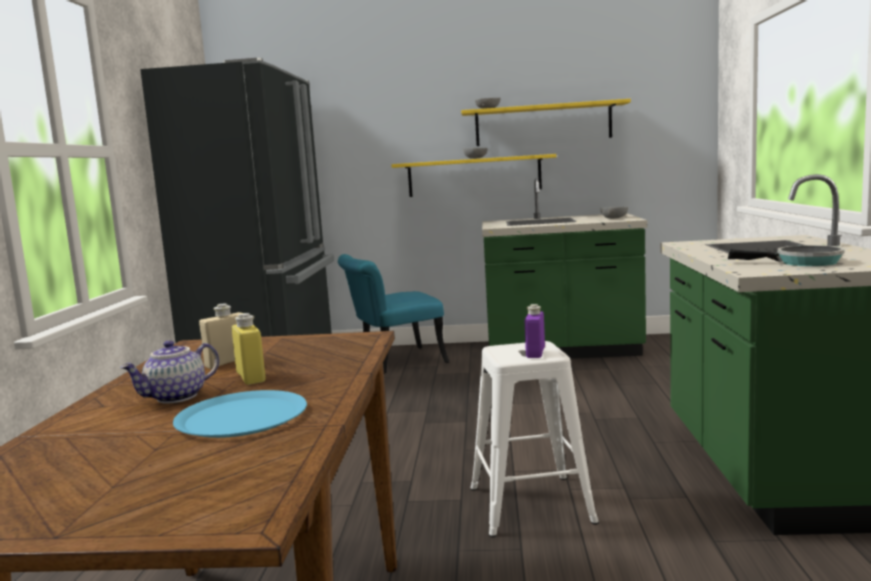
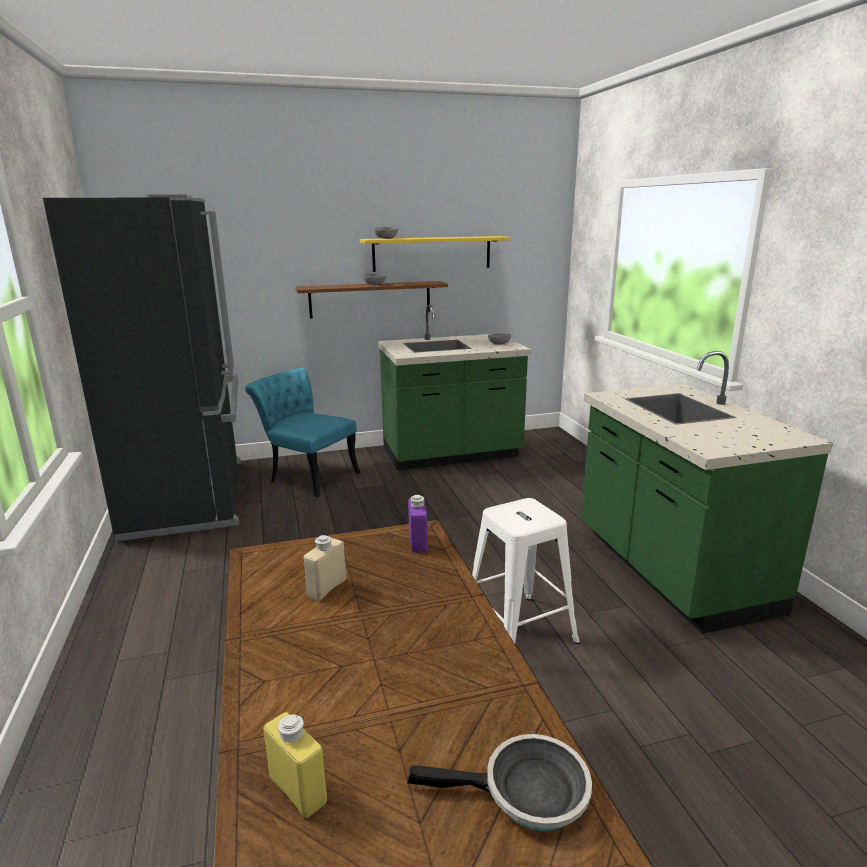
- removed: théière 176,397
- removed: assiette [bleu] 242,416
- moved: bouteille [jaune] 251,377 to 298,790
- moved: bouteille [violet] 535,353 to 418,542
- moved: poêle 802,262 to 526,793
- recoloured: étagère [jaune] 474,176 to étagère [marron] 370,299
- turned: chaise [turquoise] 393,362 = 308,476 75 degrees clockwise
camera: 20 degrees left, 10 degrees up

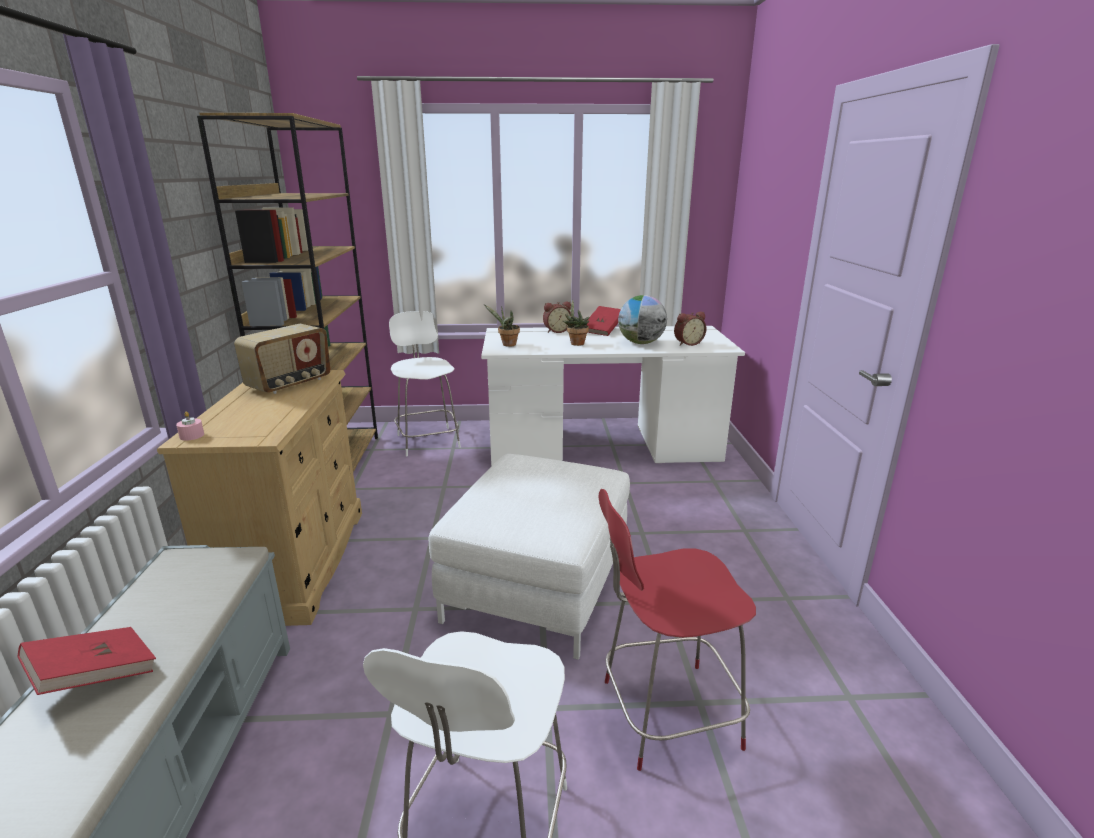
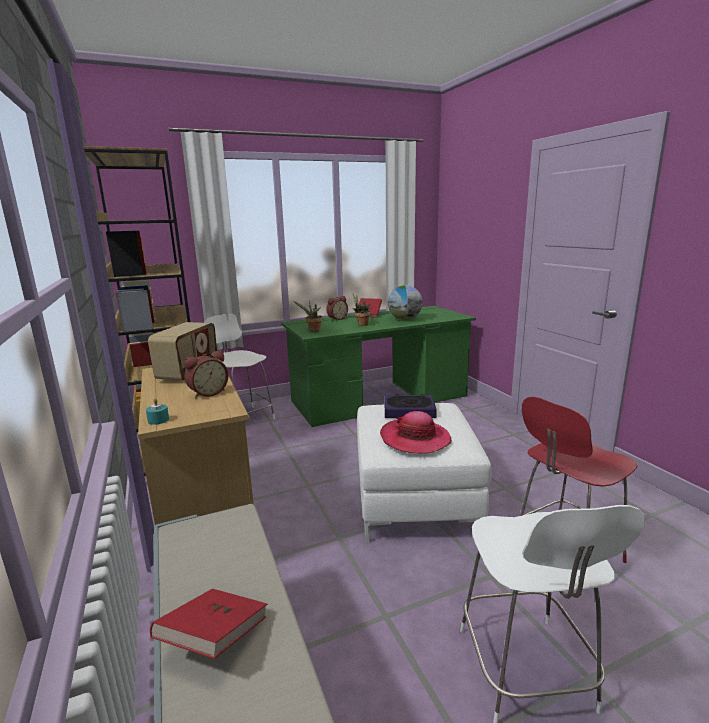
- added: chapeau 415,438
- added: livre 409,410
- moved: réveil 687,343 to 207,393
- recoloured: bougie [rose] 192,436 to bougie [turquoise] 158,420
- recoloured: bureau [blanc] 602,445 to bureau [vert] 379,399
camera: 20 degrees left, 5 degrees down

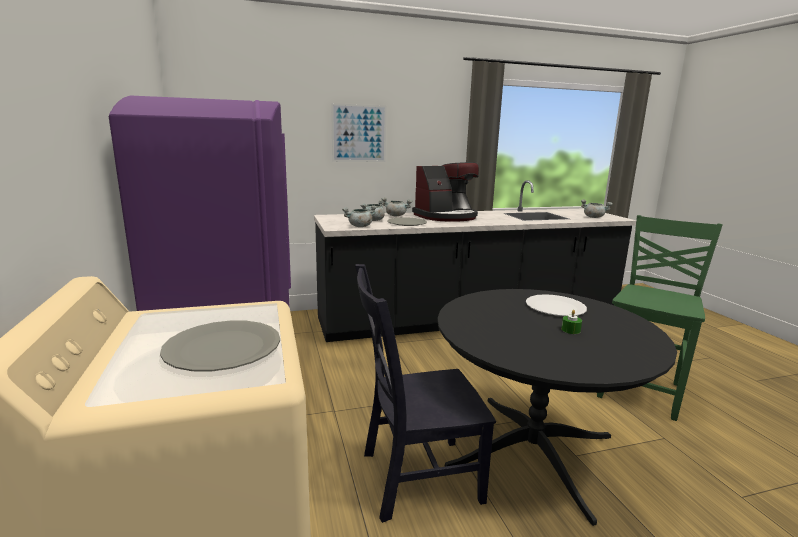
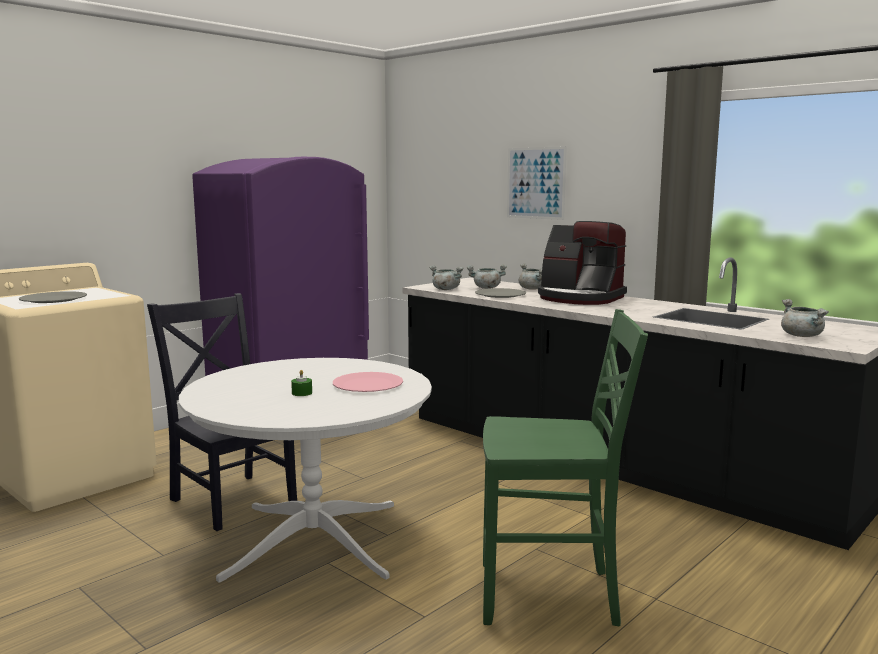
- recoloured: table à manger [noir] 532,452 to table à manger [blanc] 313,540
- recoloured: assiette [blanc] 555,307 to assiette [rose] 368,384
camera: 60 degrees right, 5 degrees down

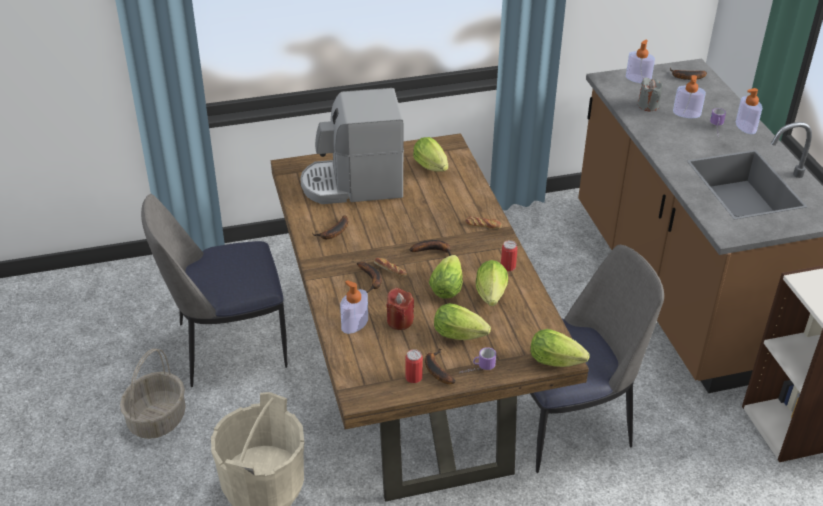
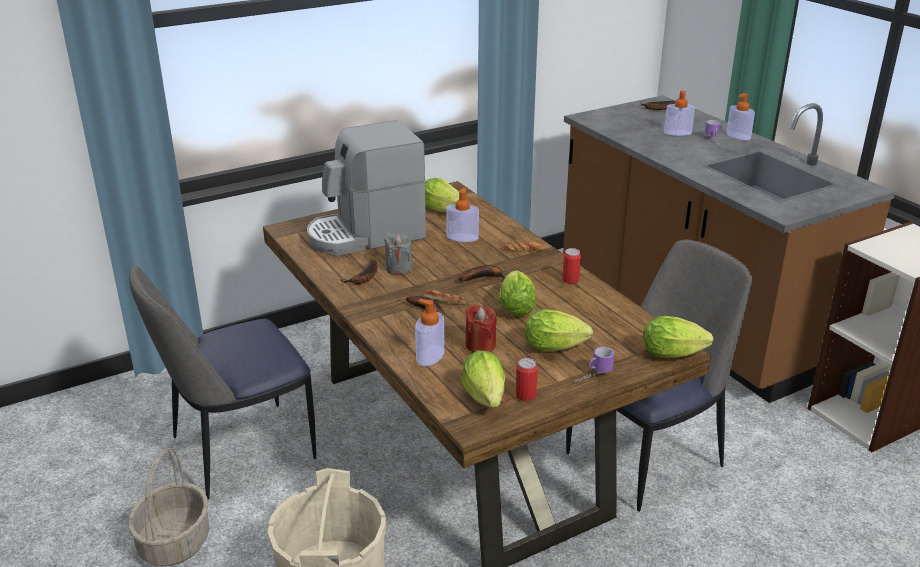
- removed: banane 436,370
- moved: laitue 491,297 to 486,399
- moved: distributeur de savon 638,79 to 462,237
- moved: bougie [gris] 648,106 to 398,268
camera: 15 degrees left, 10 degrees down

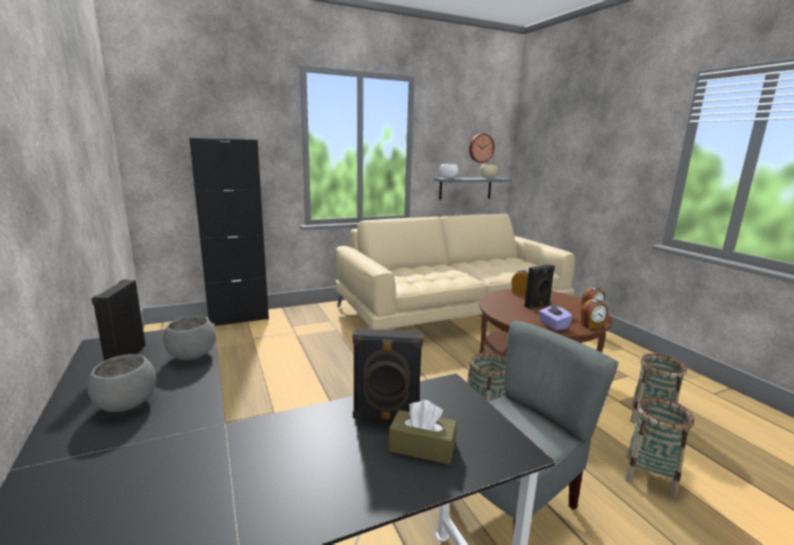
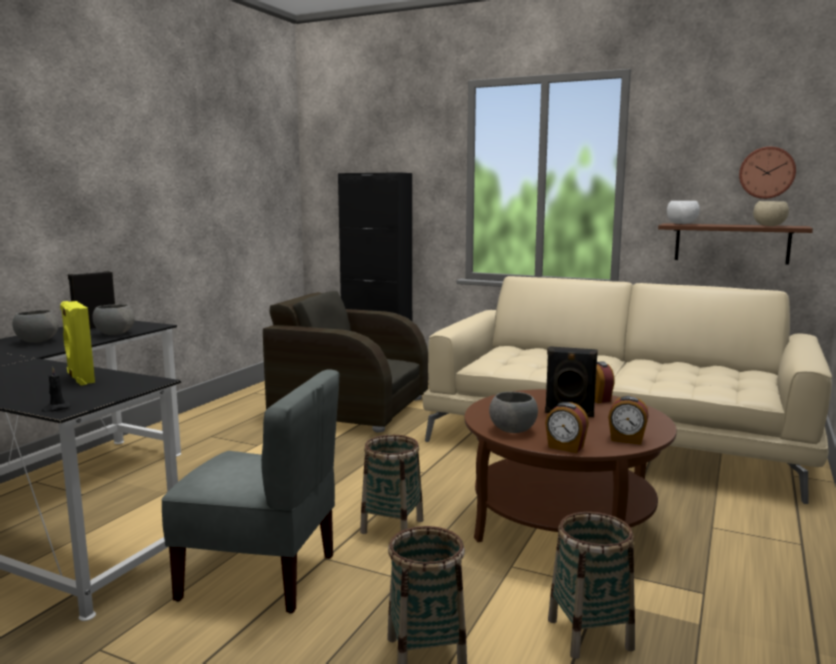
- removed: boîte à mouchoirs [marron] 422,447
- added: bougie [noir] 56,409
- added: fauteuil [marron] 350,408
- replaced: boîte à mouchoirs [violet] 553,325 to bol [gris] 513,431
- recoloured: enceinte [noir] 386,417 to enceinte [jaune] 79,378
- recoloured: étagère [gris] 465,188 to étagère [marron] 731,243
camera: 50 degrees right, 5 degrees down

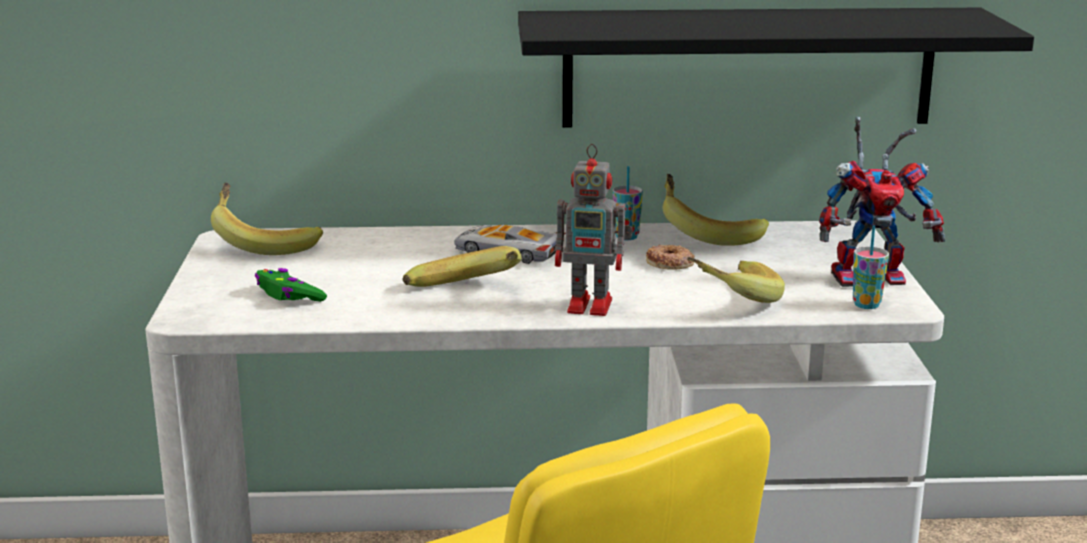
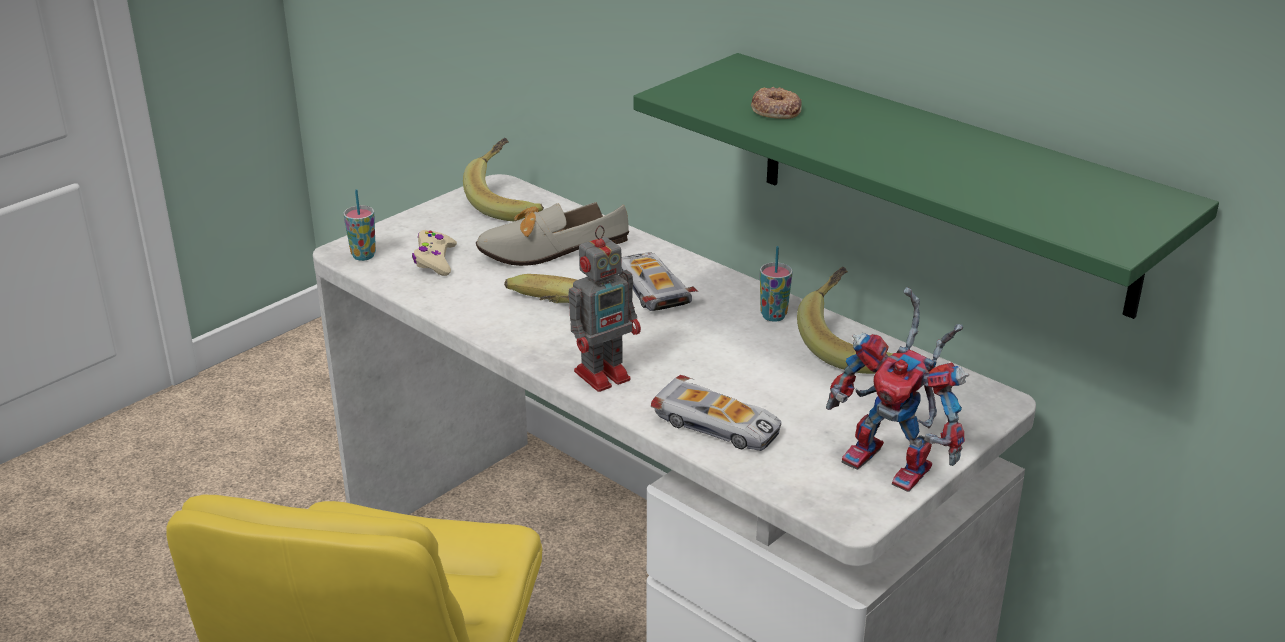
- added: chaussure 542,250
- moved: beignet 669,263 to 775,110
- moved: tasse 866,305 to 363,256
- replaced: banane 729,300 to petite voiture 717,425
- recoloured: manette [vert] 289,296 to manette [beige] 435,260
- recoloured: étagère [noir] 748,67 to étagère [vert] 944,182
- turned: robot jouet 592,306 = 604,374 90 degrees counterclockwise
camera: 45 degrees right, 10 degrees up

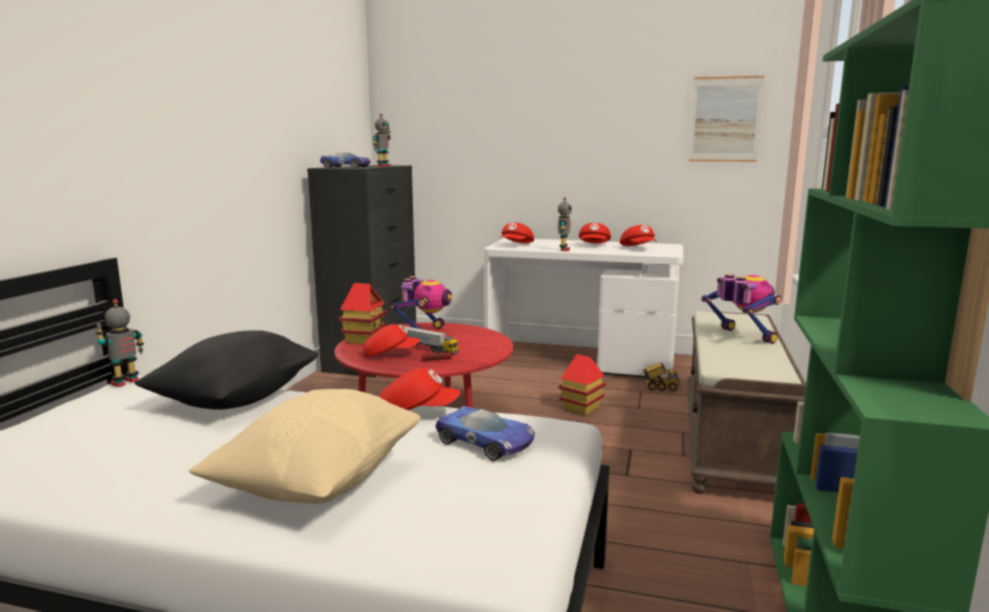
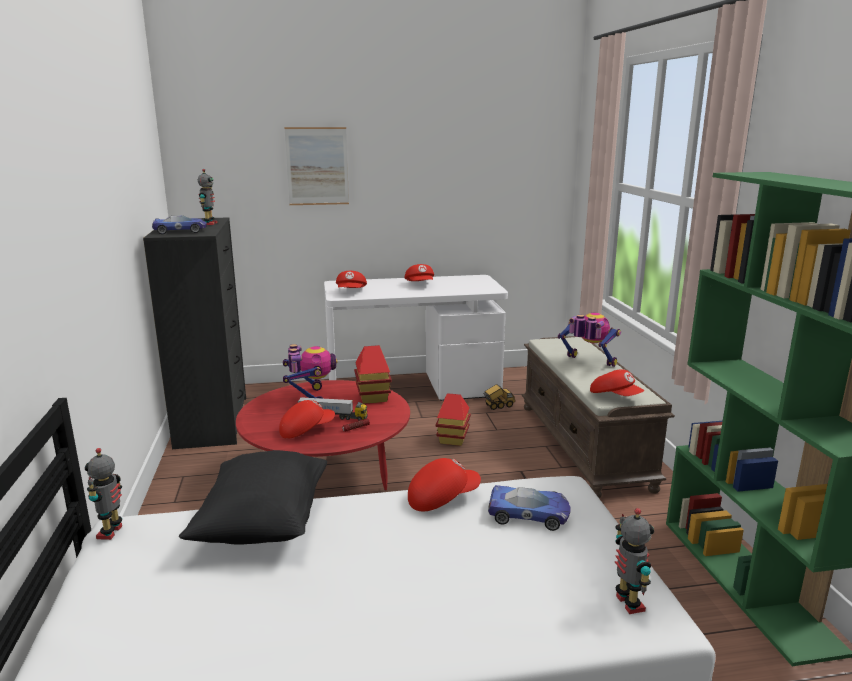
- removed: coussin [beige] 318,483
- moved: maison miniature 364,339 to 373,397
- moved: robot jouet 563,250 to 627,604
- moved: casquette [rouge] 638,248 to 615,396
- moved: tableau 725,119 to 317,166
camera: 25 degrees left, 5 degrees up

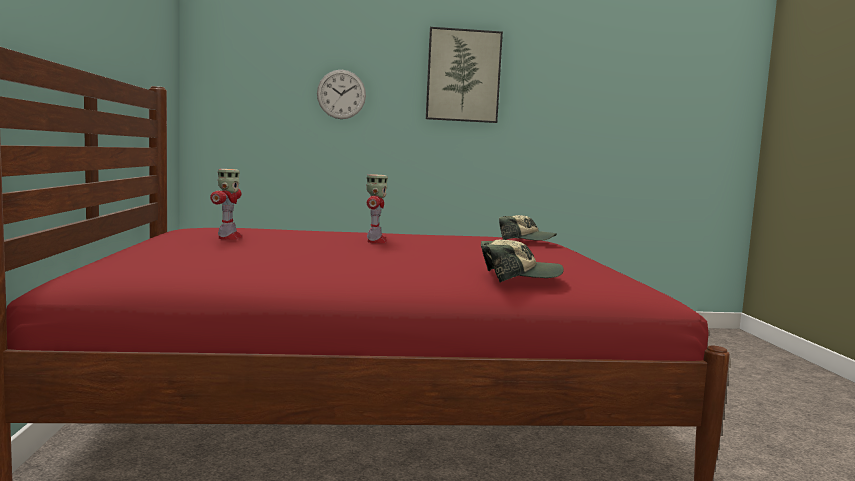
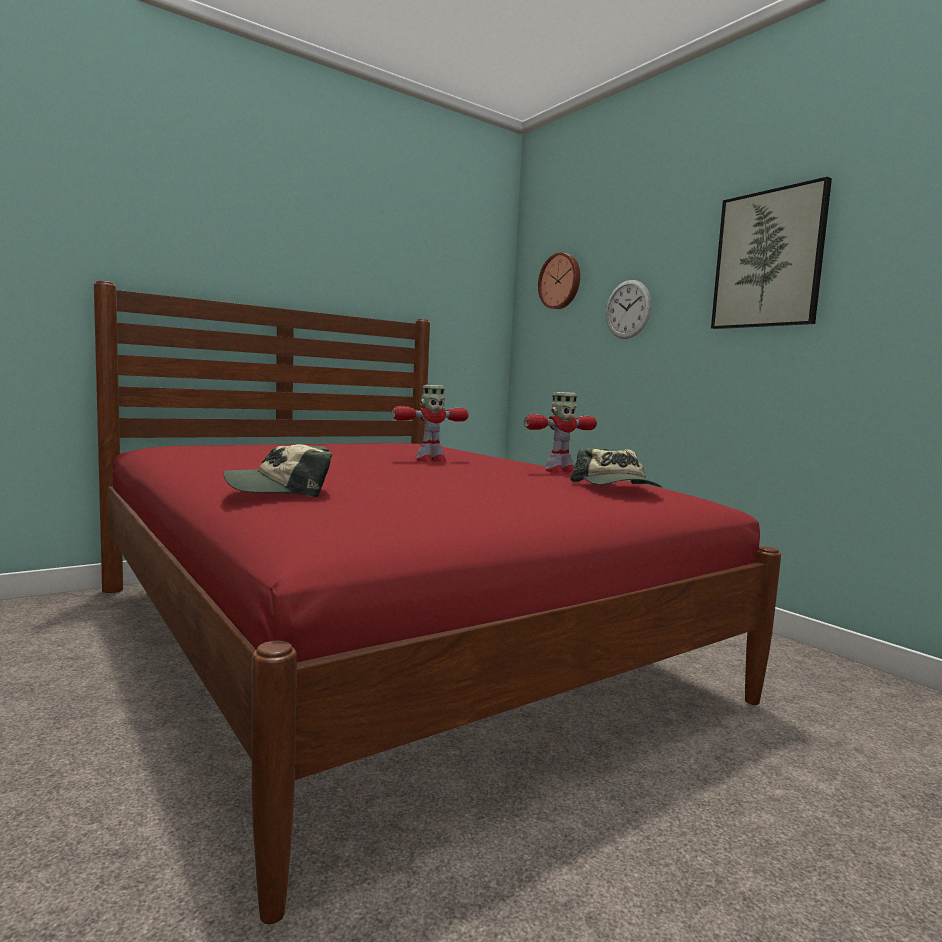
- added: horloge murale 560,281
- moved: robot jouet 228,238 to 560,471
- turned: casquette 518,277 = 280,490 105 degrees clockwise
camera: 60 degrees right, 0 degrees up

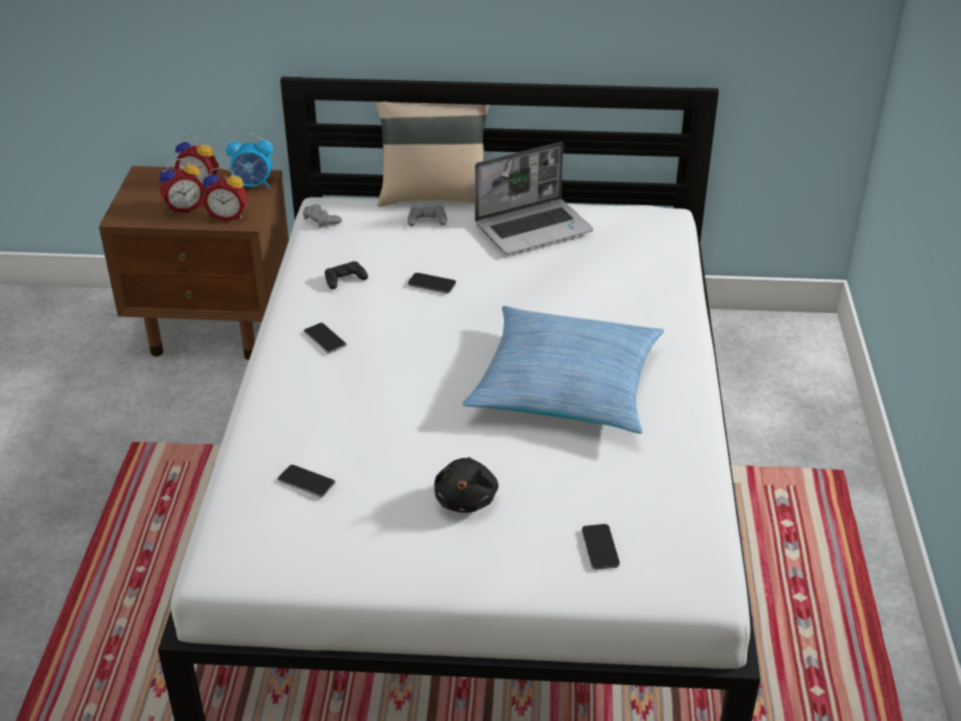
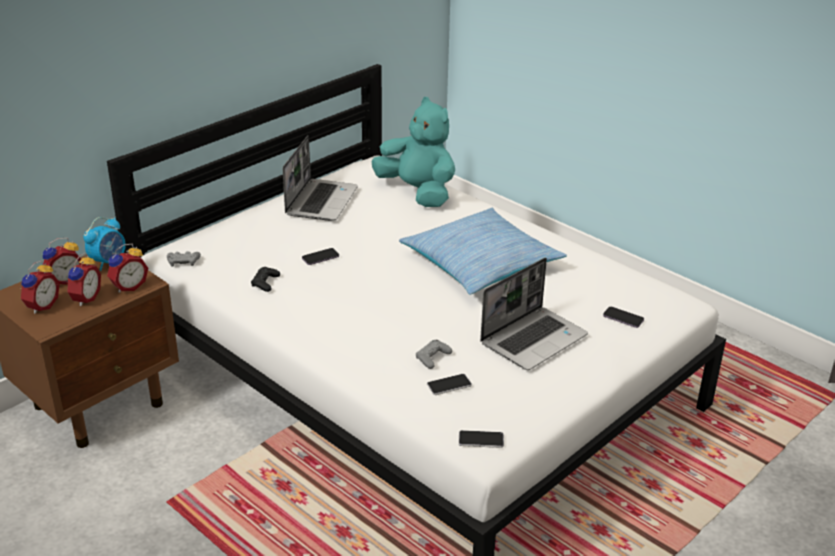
- removed: coussin [beige] 433,196
- added: réveil 41,306
- added: peluche [turquoise] 418,193
- moved: téléphone 325,339 to 481,440
- moved: manette [gris] 427,221 to 432,358
- replaced: peluche [noir] 466,499 to ordinateur portable 533,339
camera: 50 degrees left, 5 degrees down

